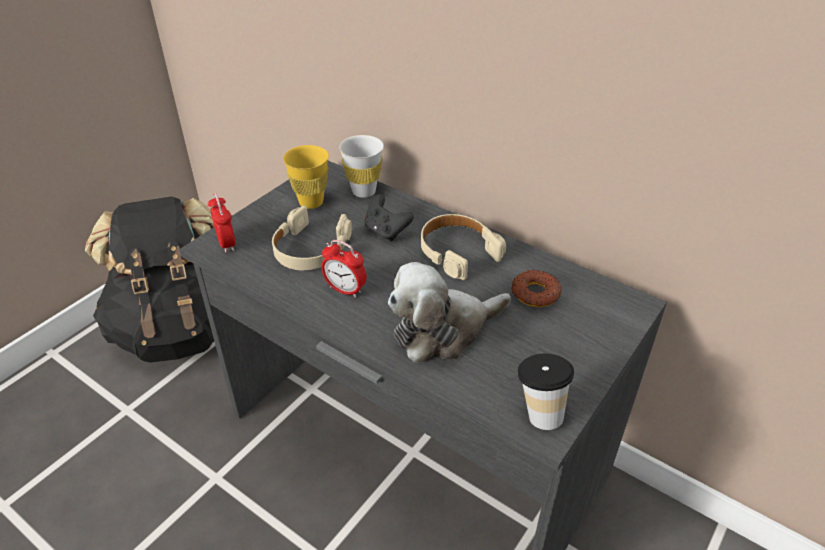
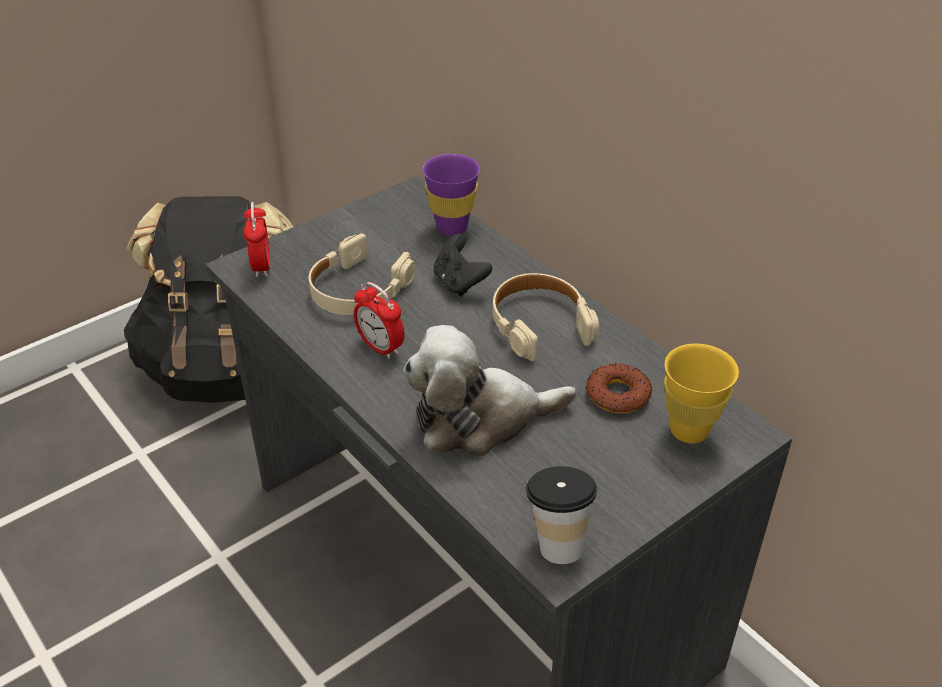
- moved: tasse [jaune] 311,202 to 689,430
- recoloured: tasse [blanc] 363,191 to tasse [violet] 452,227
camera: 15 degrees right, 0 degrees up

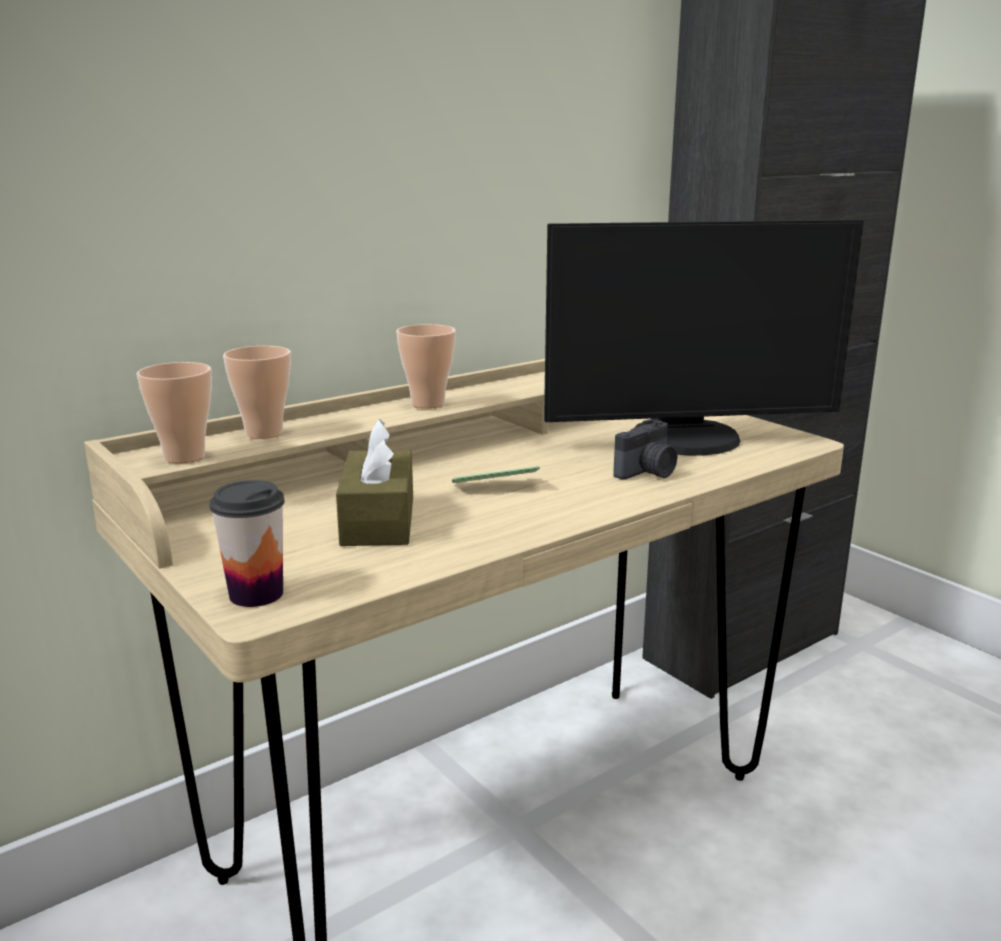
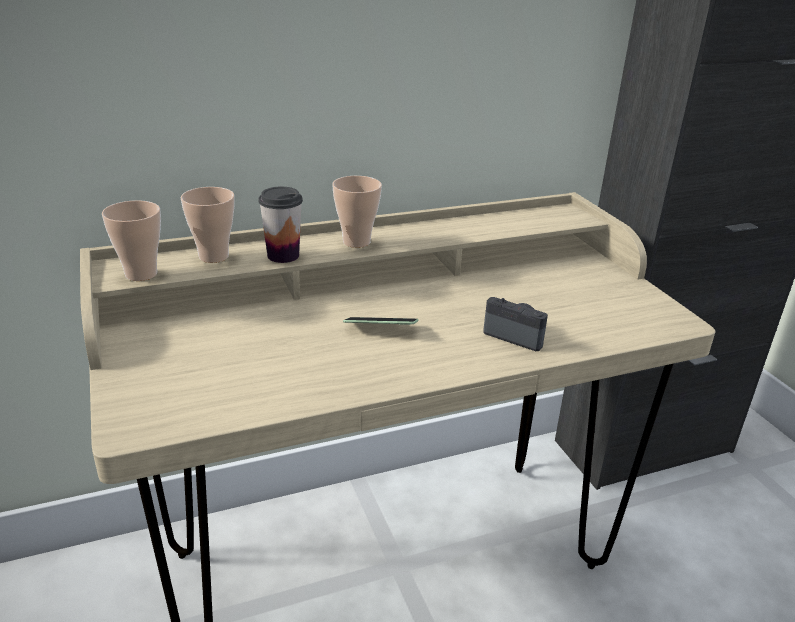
- removed: boîte à mouchoirs [marron] 378,520
- removed: écran d'ordinateur 687,440
- moved: tasse 256,594 to 283,255
- turned: appareil photo 648,472 = 516,335 120 degrees counterclockwise
camera: 15 degrees right, 10 degrees up

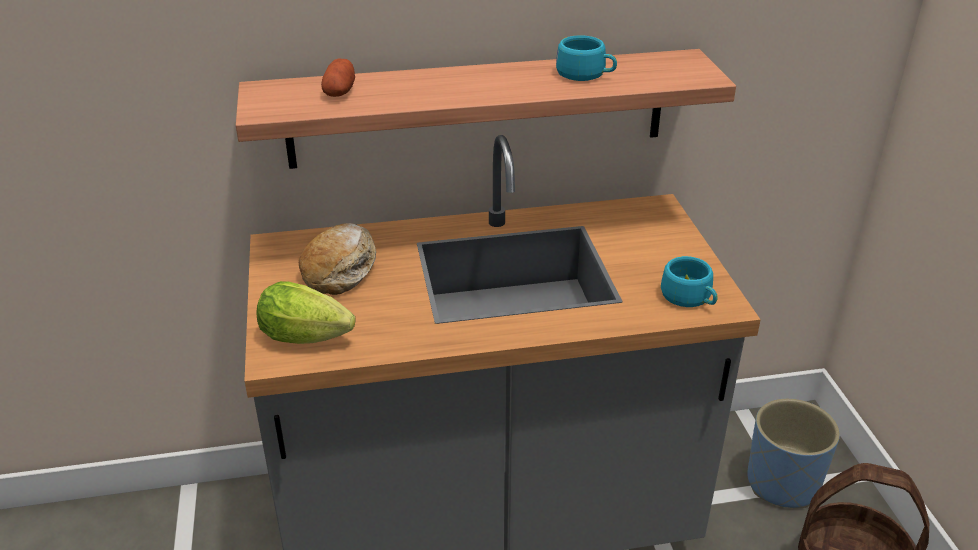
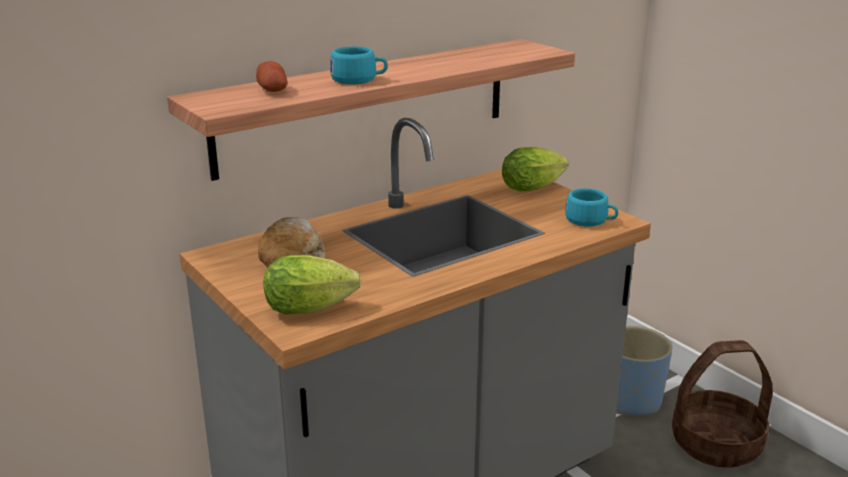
- added: laitue 535,188
- moved: tasse [turquoise] 586,74 to 359,80
camera: 25 degrees left, 10 degrees down

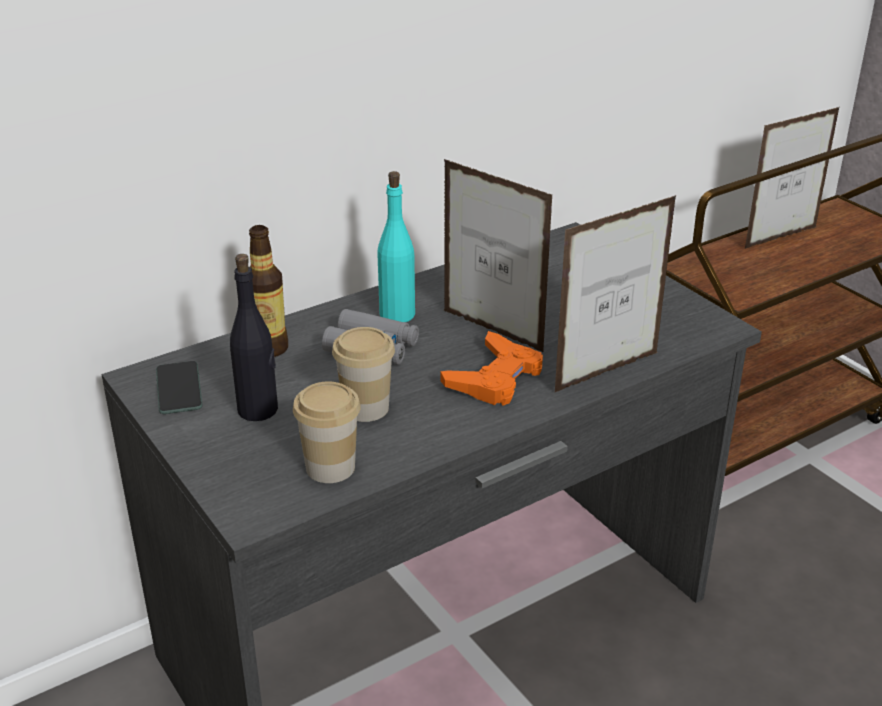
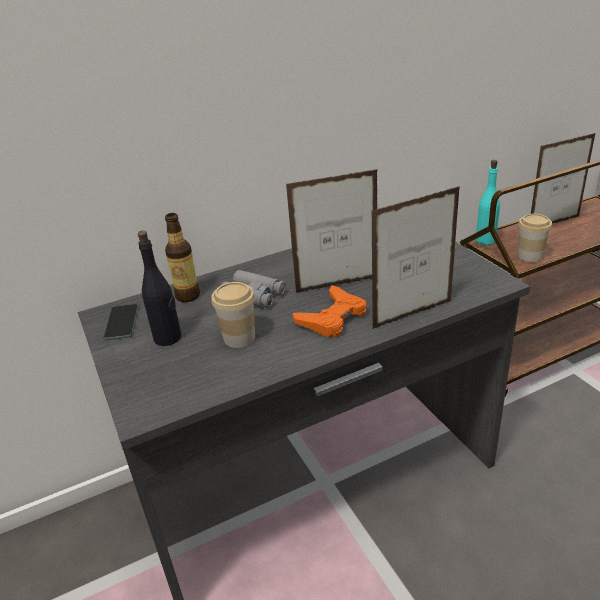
- moved: tasse 330,467 to 530,256
- moved: bouteille [turquoise] 397,314 to 485,240
- turned: cadre photo 492,331 = 337,285 120 degrees clockwise
camera: 10 degrees right, 0 degrees up

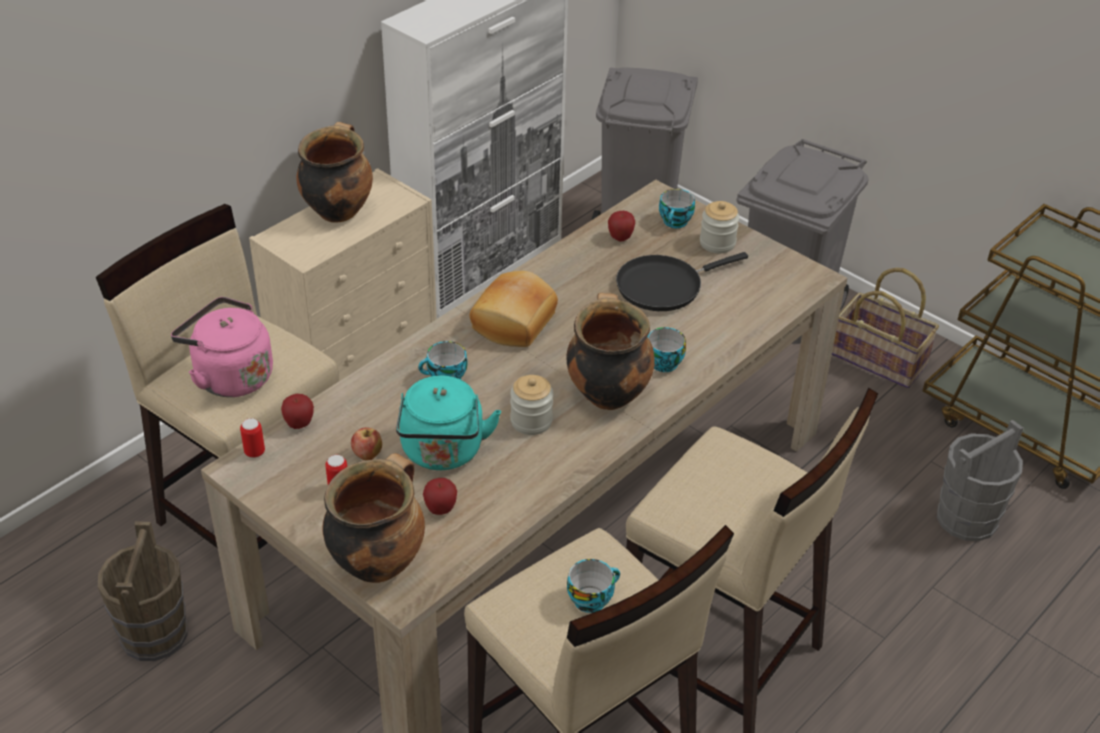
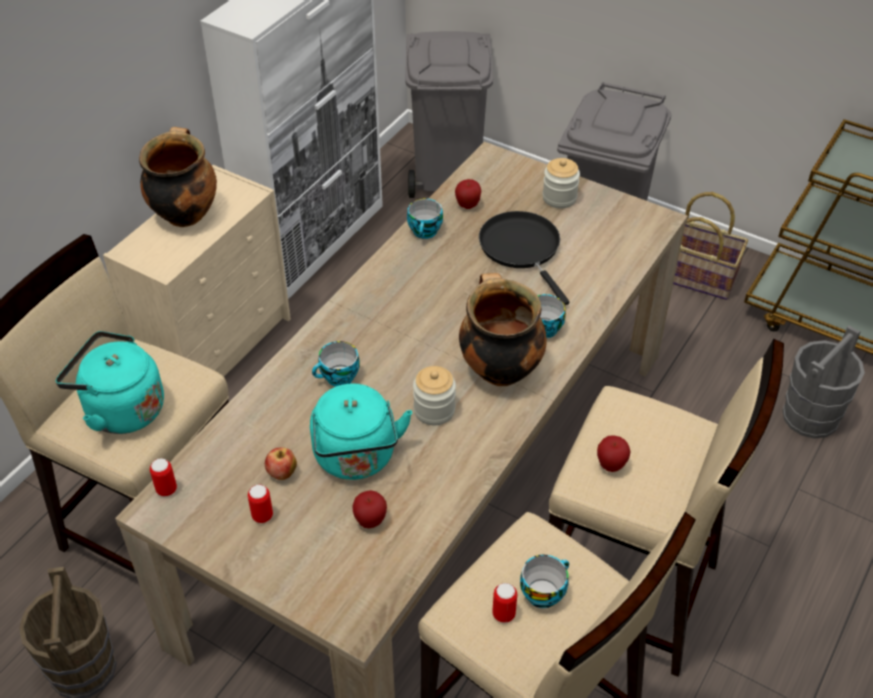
- removed: marmite 377,561
- removed: pain 515,323
- added: boîte métallique 503,614
- moved: pomme 299,424 to 611,465
- moved: tasse 675,222 to 425,232
- recoloured: bouilloire [rose] 229,376 to bouilloire [turquoise] 120,409
- turned: poêle [noir] 664,286 = 522,249 105 degrees clockwise
camera: 10 degrees left, 5 degrees up

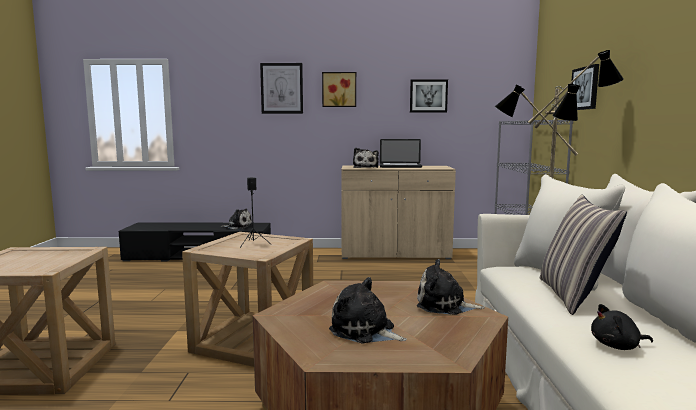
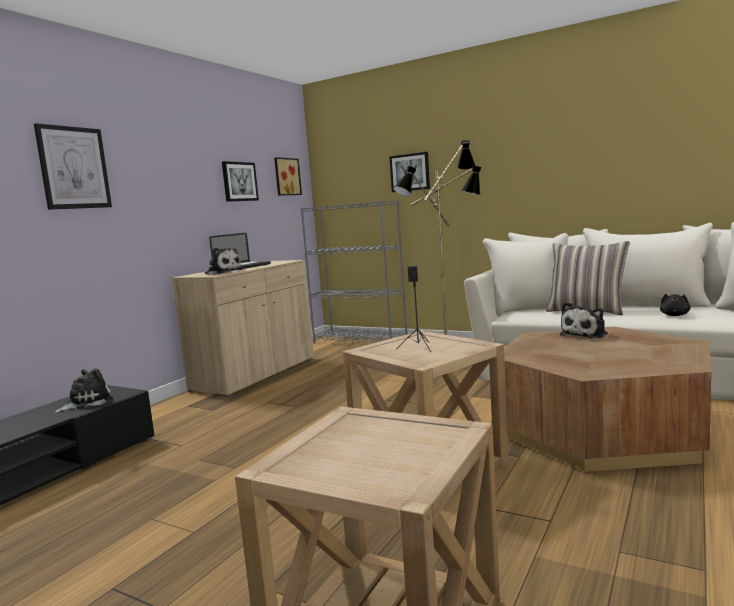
- removed: peluche 365,331
- moved: tableau 339,89 to 286,177
camera: 60 degrees left, 0 degrees up

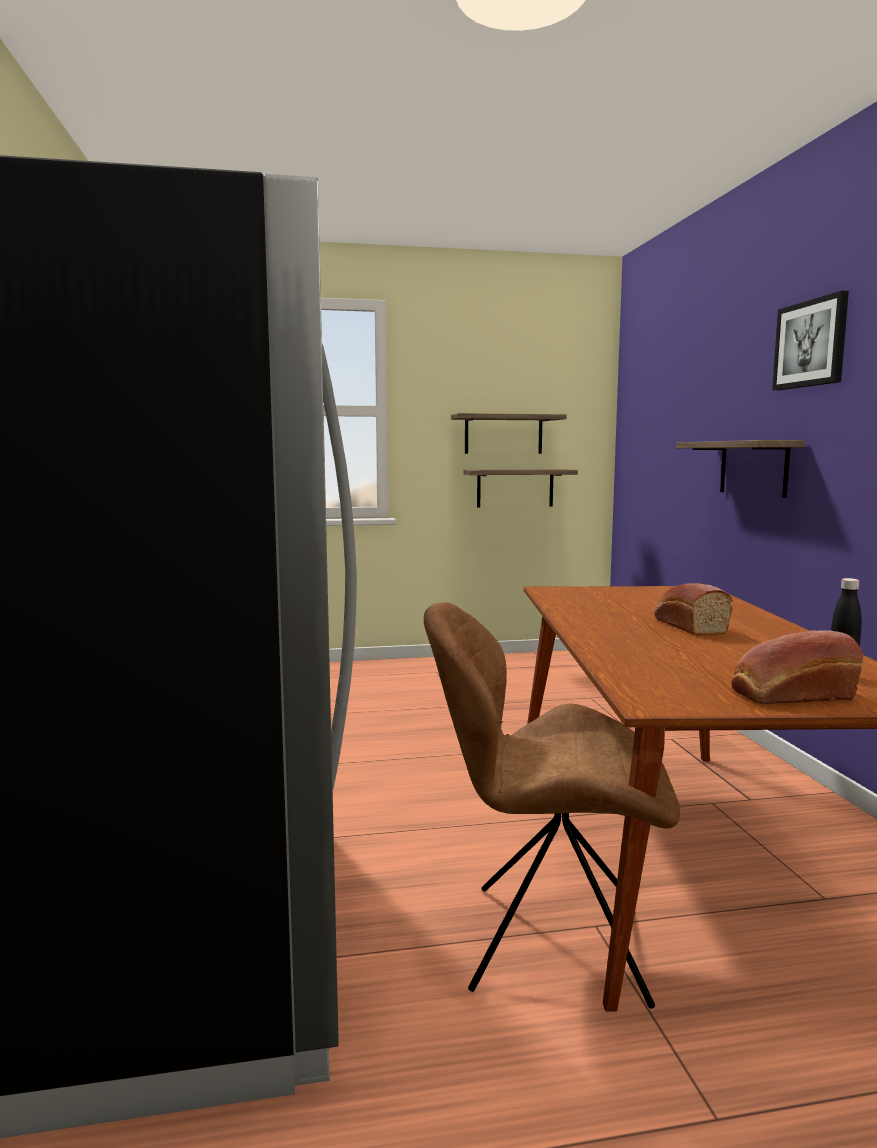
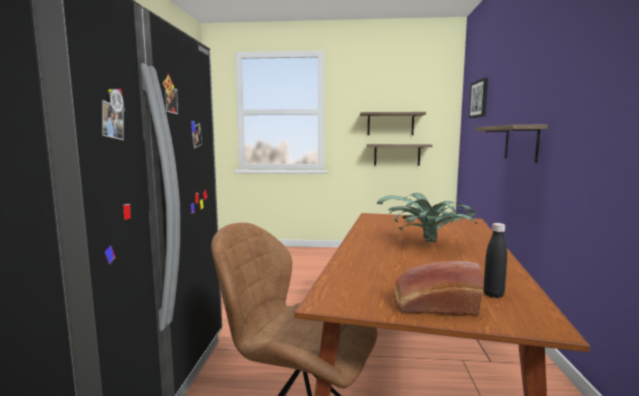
- moved: tableau 811,344 to 479,99
- replaced: pain 688,626 to plante en pot 429,245
camera: 15 degrees right, 0 degrees up

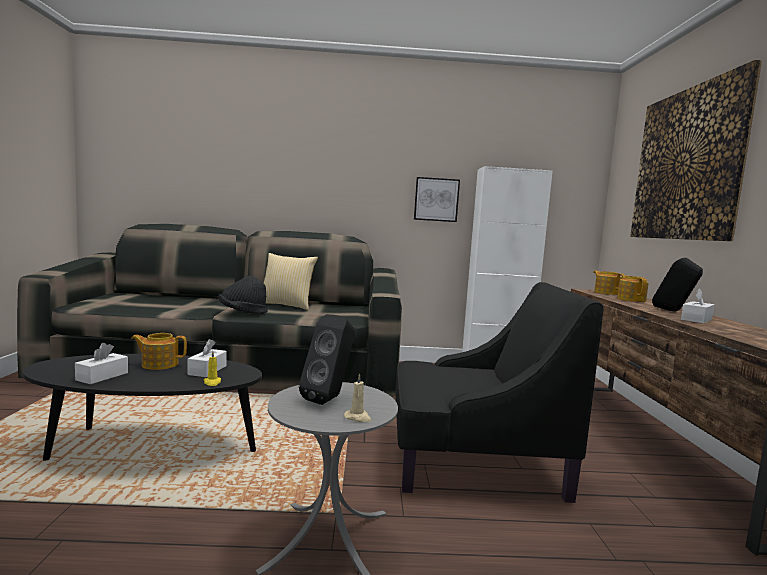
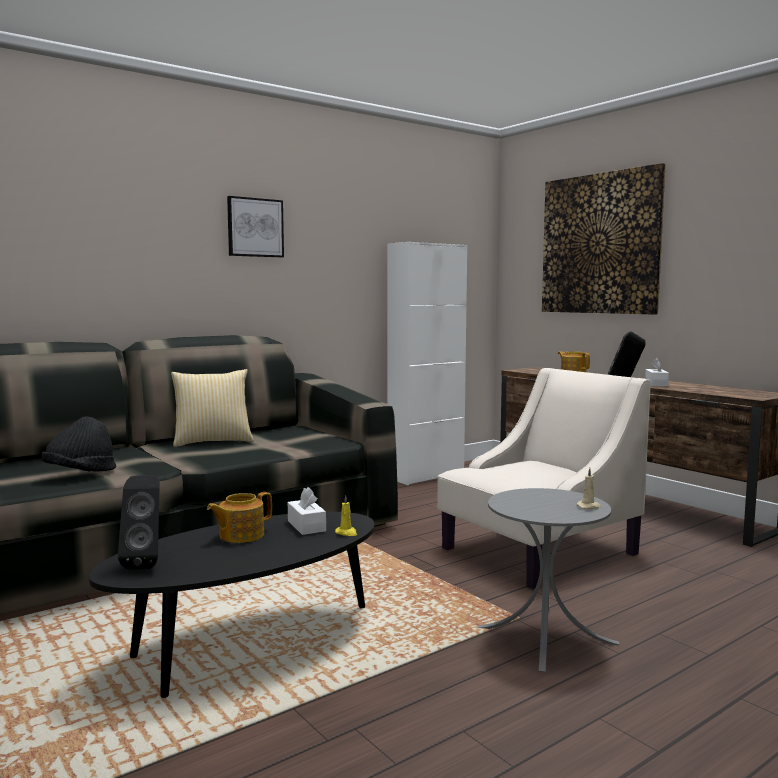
- removed: boîte à mouchoirs [blanc] 102,376
- removed: théière 606,293
- moved: chapeau [noir] 243,313 to 80,474
- moved: enceinte [noir] 329,399 to 146,563
- moved: tableau 436,199 to 255,227
- recoloured: fauteuil [noir] 472,460 to fauteuil [beige] 537,551
camera: 35 degrees left, 0 degrees up

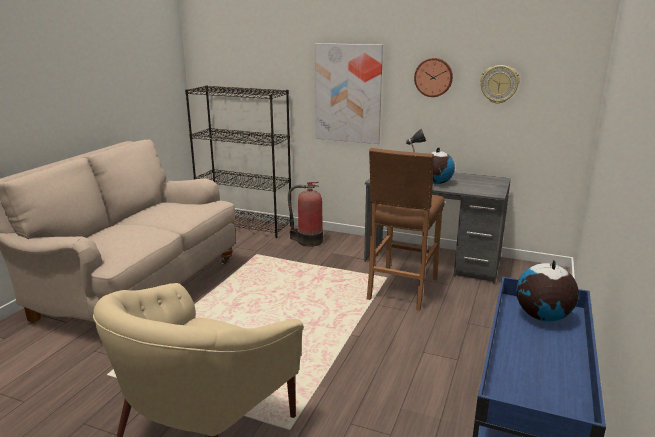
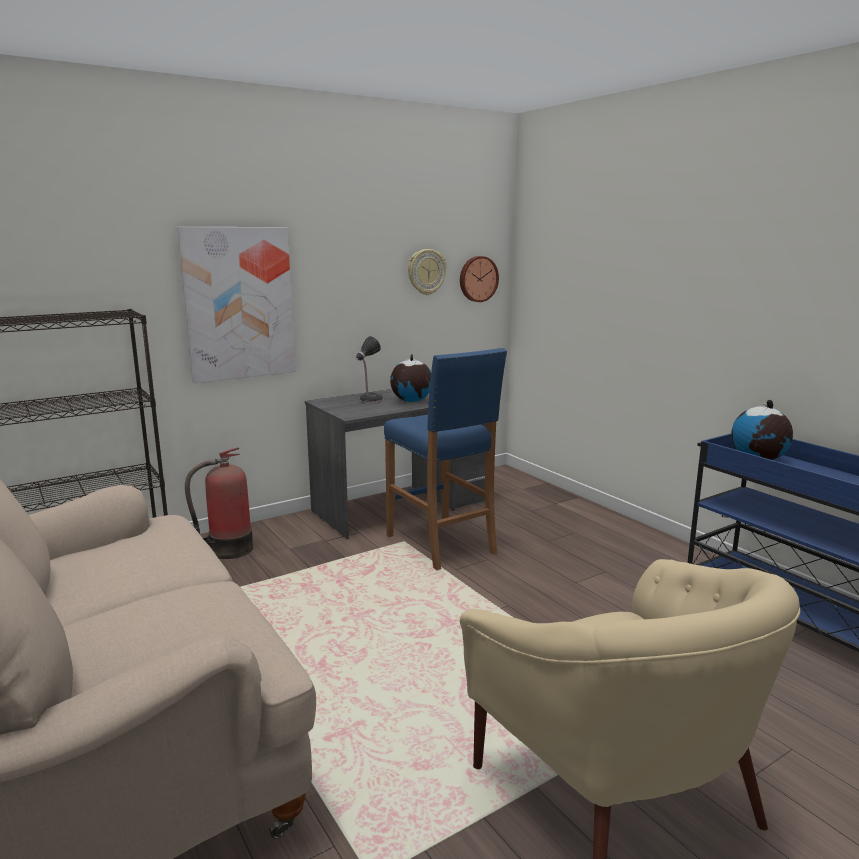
- moved: horloge murale 433,77 to 477,279
- recoloured: tabouret [marron] 401,289 to tabouret [bleu] 441,544
camera: 55 degrees left, 5 degrees down

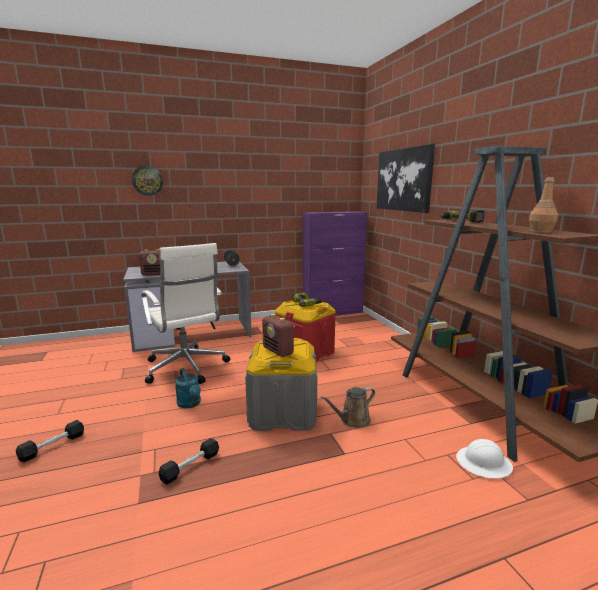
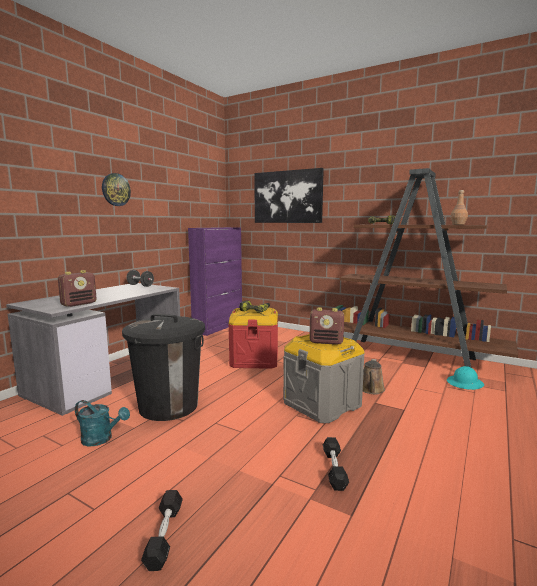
- moved: horloge murale 147,180 to 115,189
- moved: arrosoir [turquoise] 190,404 to 101,439
- replaced: chaise de bureau [blanc] 186,368 to poubelle [noir] 168,406
- recoloured: casque de chantier [blanc] 483,463 to casque de chantier [turquoise] 465,383
camera: 40 degrees left, 5 degrees down

